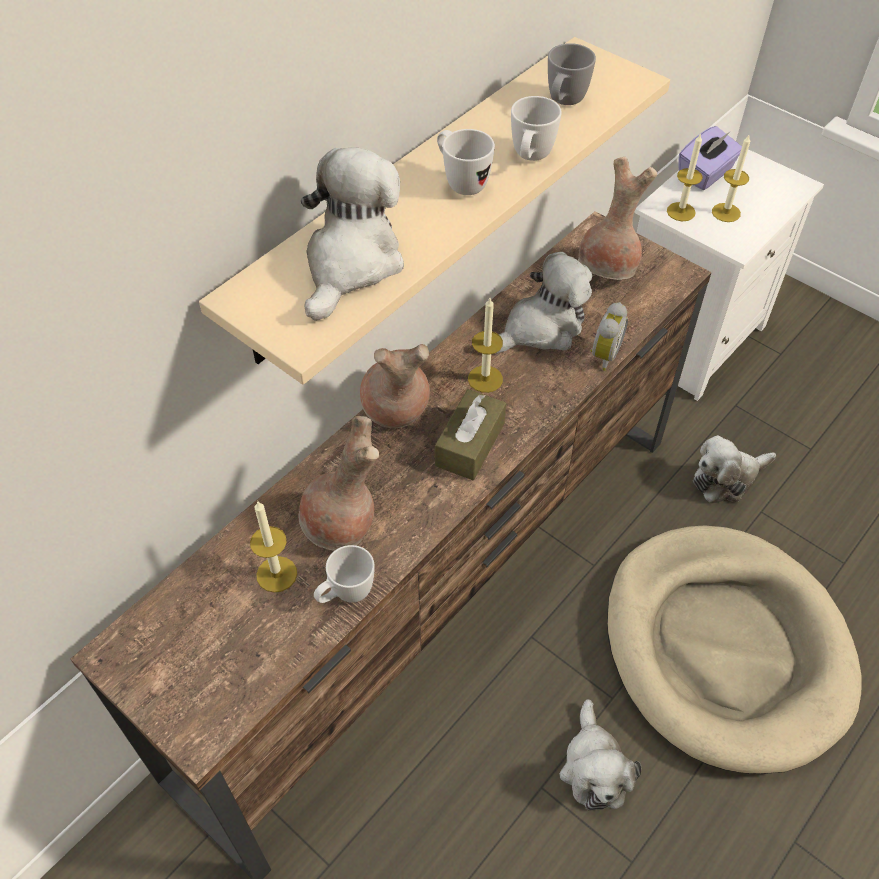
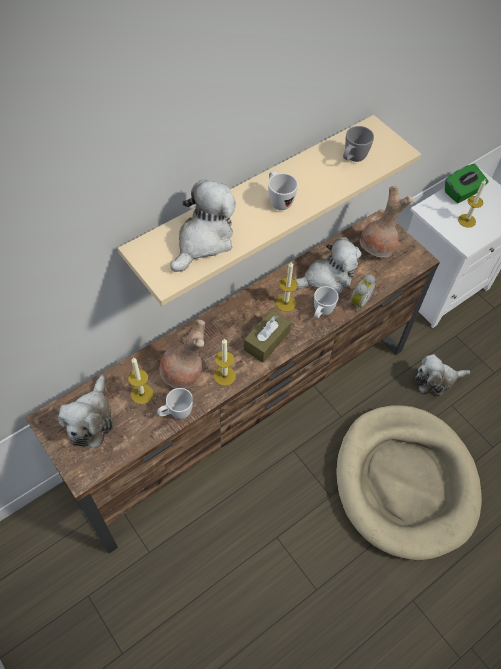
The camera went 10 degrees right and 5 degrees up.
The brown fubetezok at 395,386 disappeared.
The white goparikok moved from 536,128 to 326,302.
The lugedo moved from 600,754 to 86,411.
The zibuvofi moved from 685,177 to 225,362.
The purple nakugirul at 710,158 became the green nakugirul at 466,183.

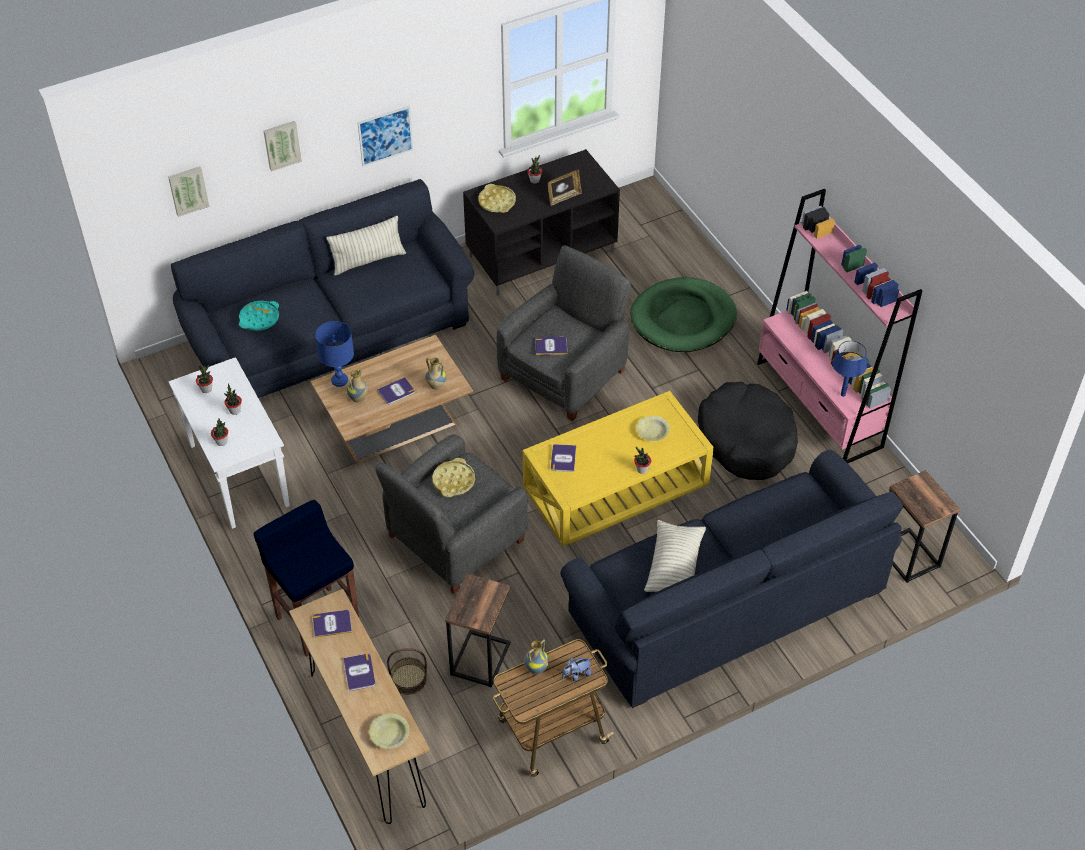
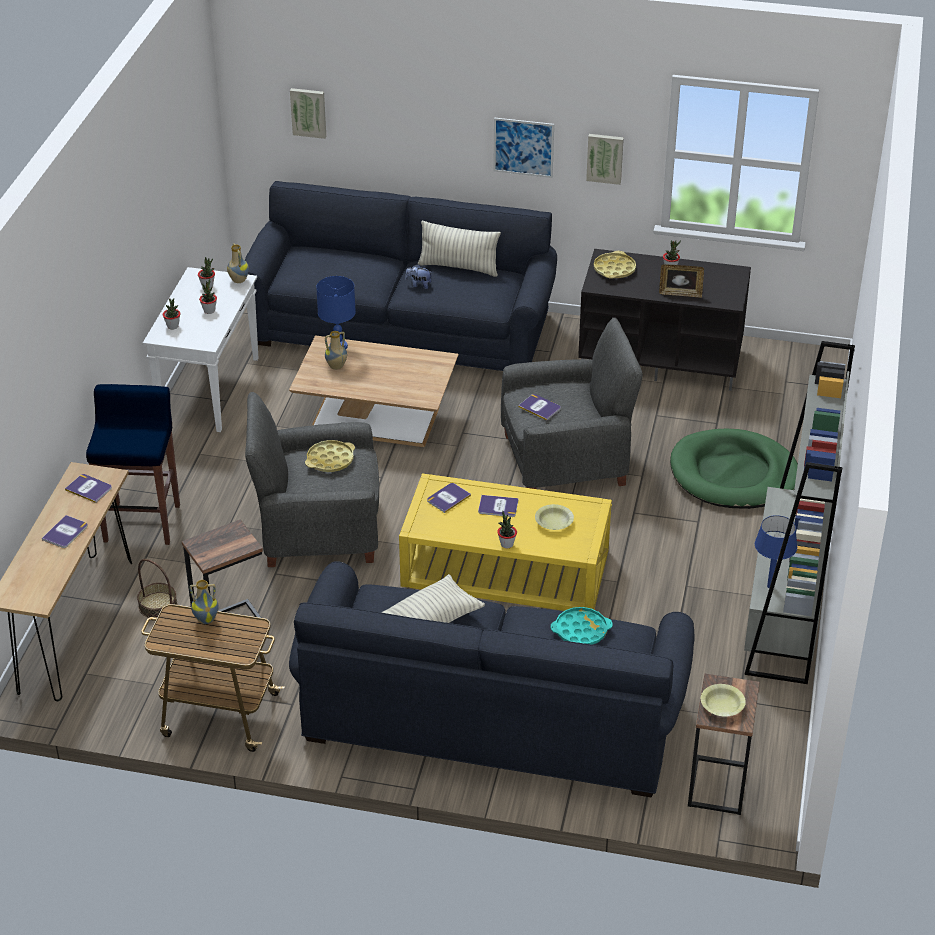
The camera went 40 degrees right and 10 degrees down.
The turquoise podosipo moved from 259,316 to 582,626.
The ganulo moved from 283,146 to 605,159.
The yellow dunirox moved from 389,731 to 723,700.
The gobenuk moved from 396,390 to 498,506.
The fubetezok moved from 435,373 to 238,263.
The lugedo moved from 577,669 to 419,276.
The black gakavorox at 748,431 disappeared.
The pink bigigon at 839,326 became the grey bigigon at 799,512.

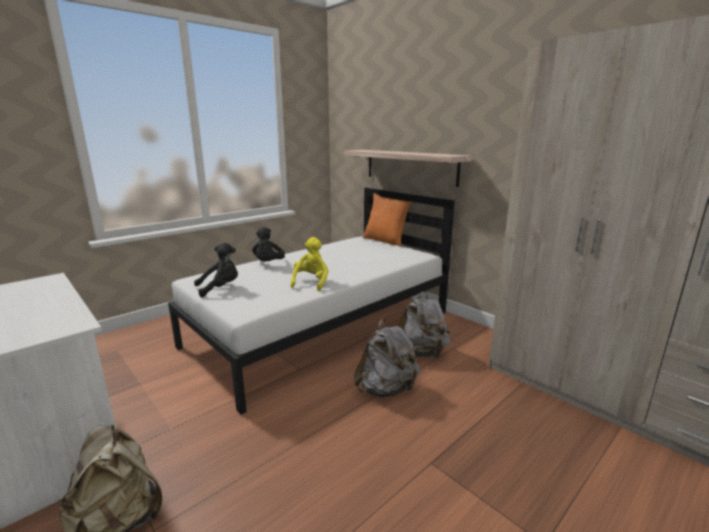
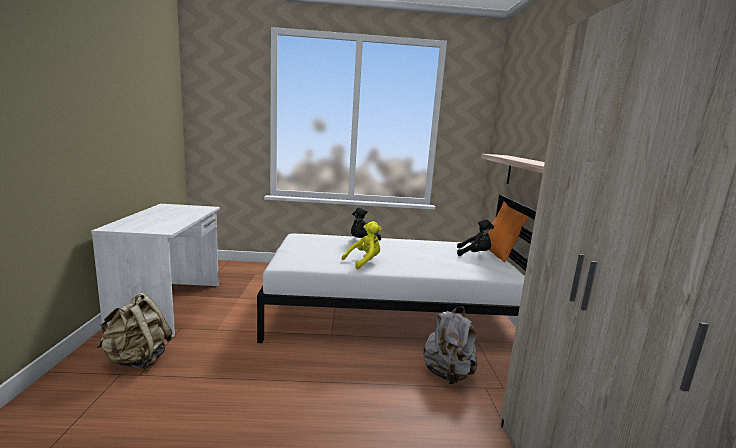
The camera went 40 degrees right and 5 degrees down.
The black lugedo moved from 216,270 to 475,238.
The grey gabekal at 387,358 disappeared.

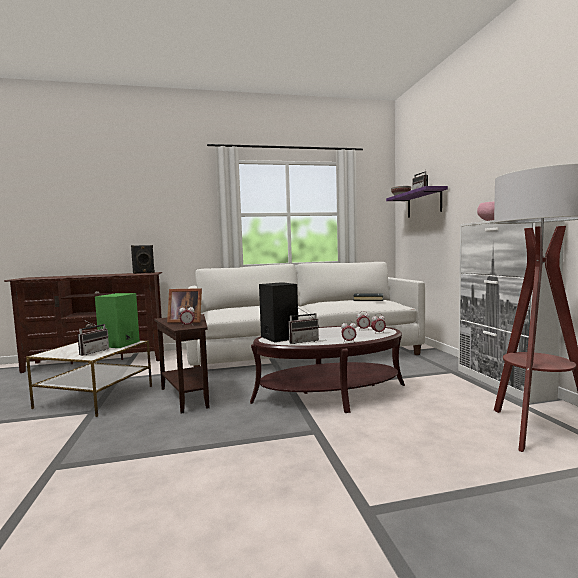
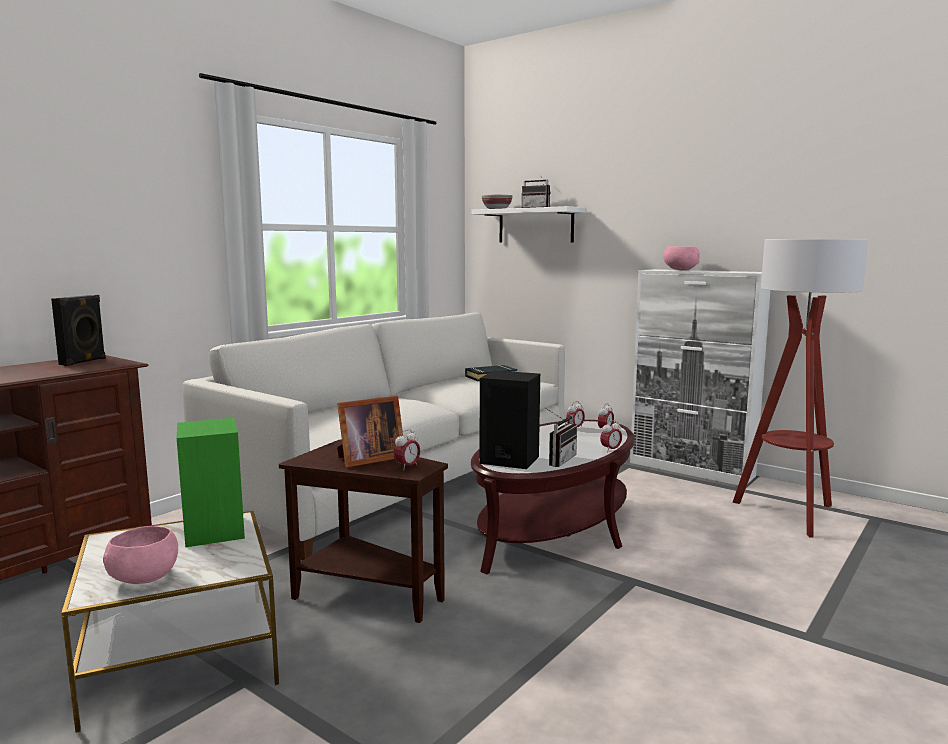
The camera went 40 degrees left and 5 degrees up.
The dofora at 93,337 disappeared.
The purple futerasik at 417,202 became the white futerasik at 528,224.
The pink dunirox at 140,555 appeared.

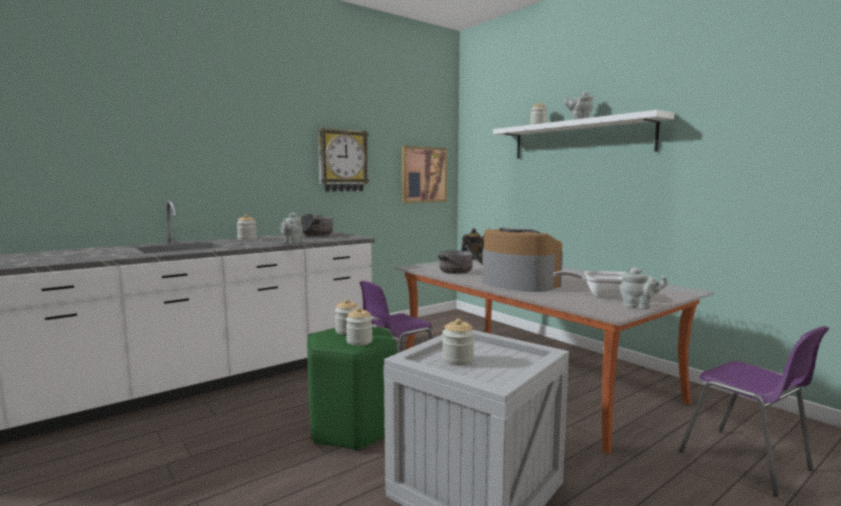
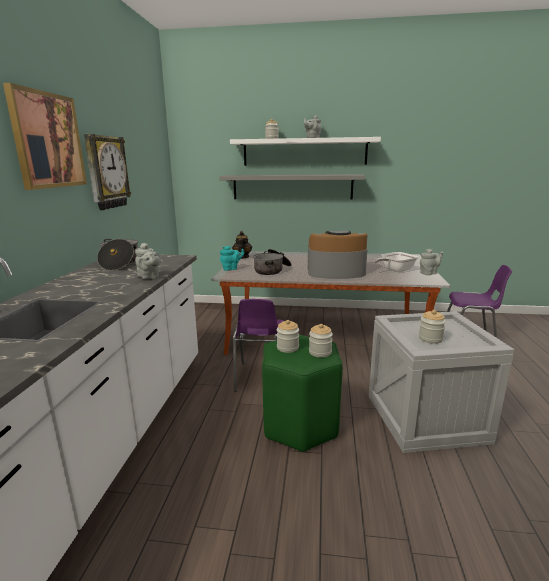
The camera went 45 degrees left and 10 degrees up.
The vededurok at 247,227 disappeared.
The ganulo moved from 424,174 to 45,136.
The grey futerasik at 292,186 appeared.
The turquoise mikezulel at 232,258 appeared.

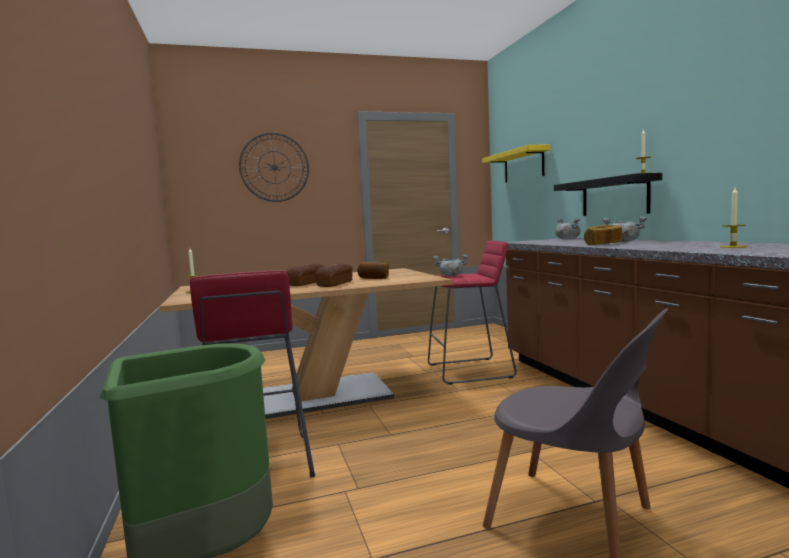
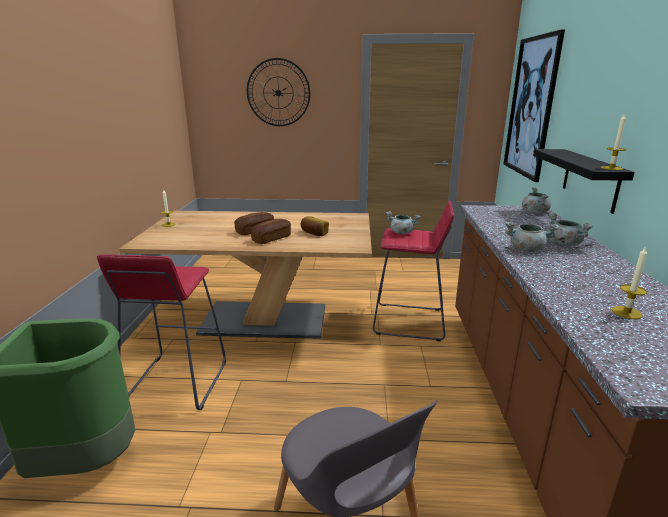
The camera went 20 degrees right and 15 degrees up.
The yellow futerasik at 516,163 was replaced by the ganulo at 534,105.
The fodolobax at 603,235 was replaced by the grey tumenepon at 532,236.

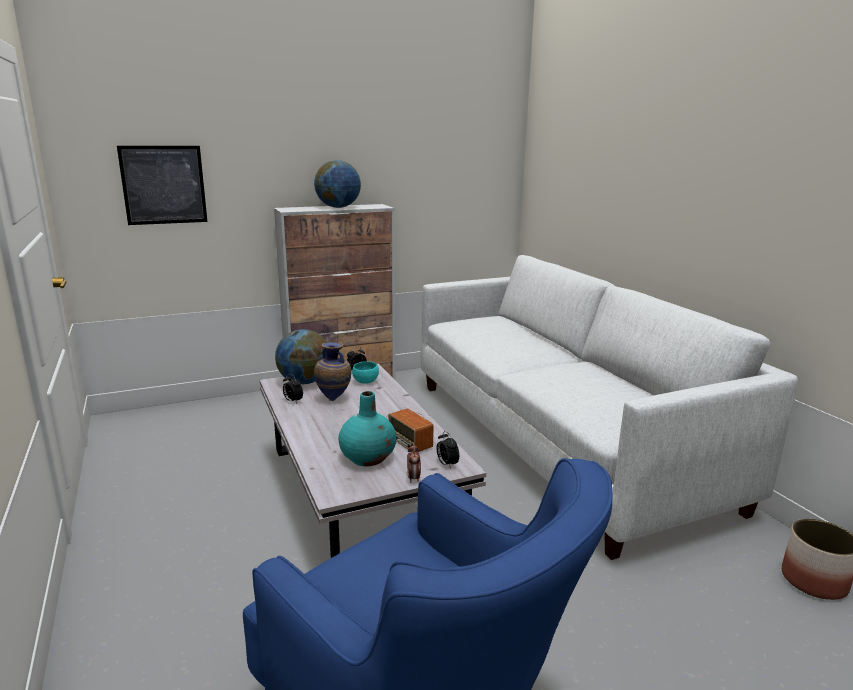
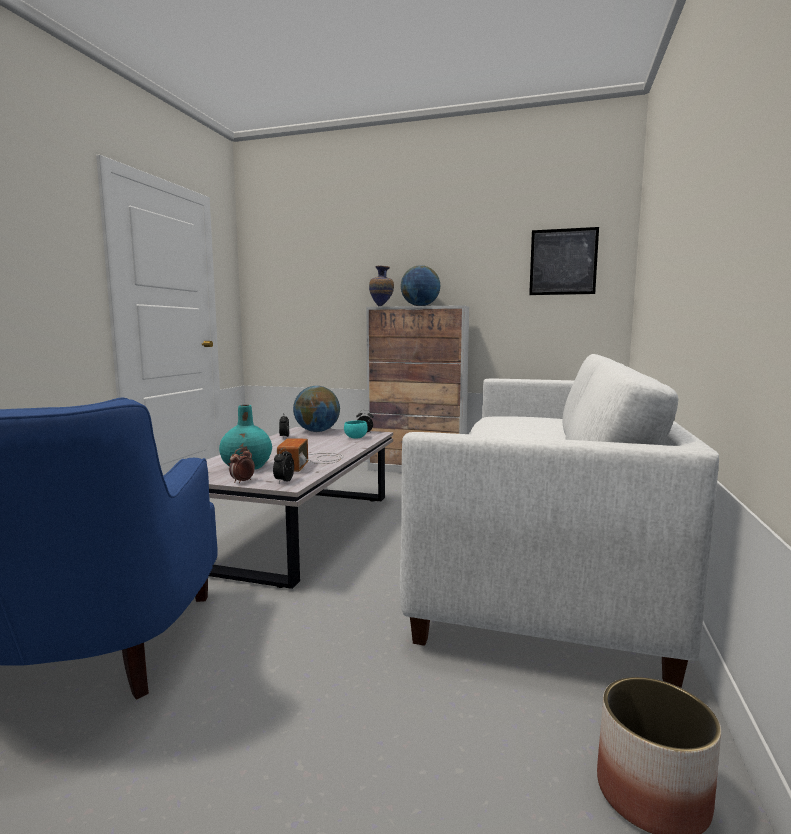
The camera went 40 degrees right and 10 degrees down.
The ganulo moved from 162,185 to 564,261.
The fubetezok moved from 332,371 to 381,286.

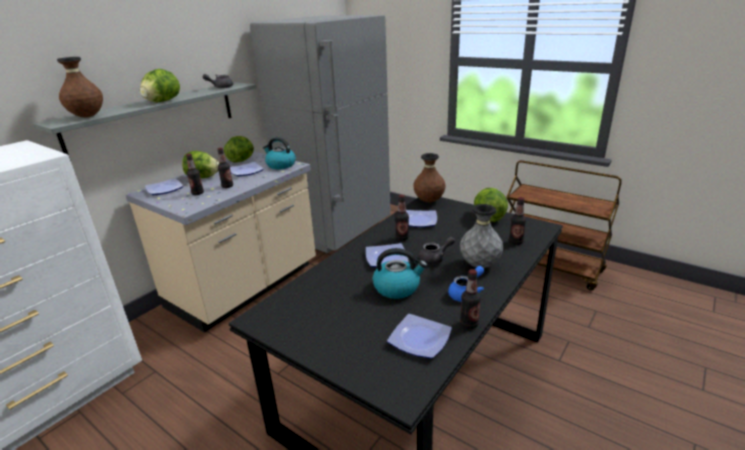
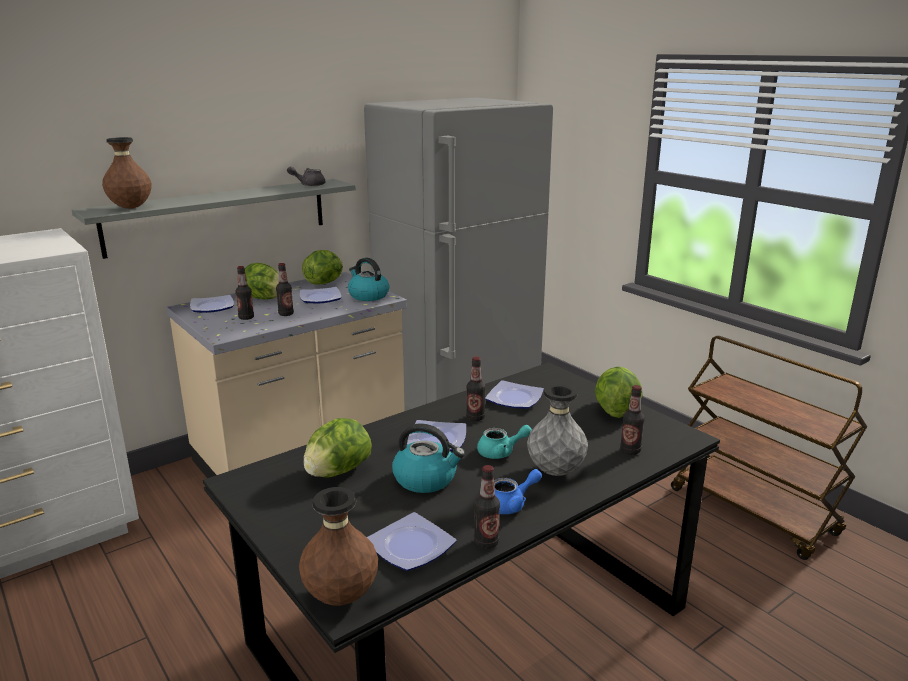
The camera went 15 degrees right and 5 degrees down.
The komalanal moved from 160,85 to 337,448.
The brown fubetezok moved from 429,178 to 338,546.
The grey mikezulel at 437,251 became the turquoise mikezulel at 504,442.

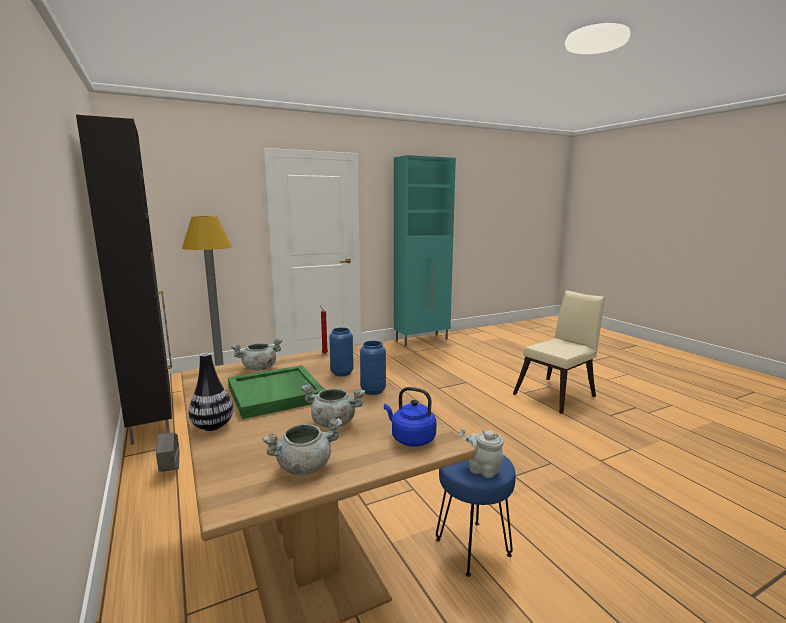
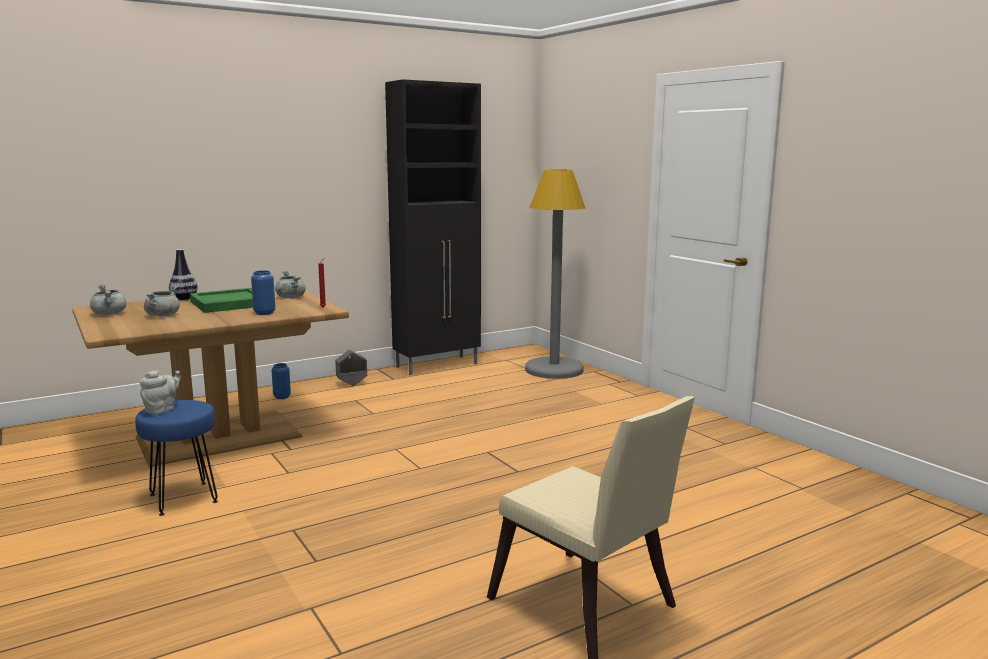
The camera went 85 degrees right and 0 degrees up.
The blue fubetezok moved from 373,368 to 281,381.
The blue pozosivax at 410,416 disappeared.
The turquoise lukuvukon at 425,251 disappeared.

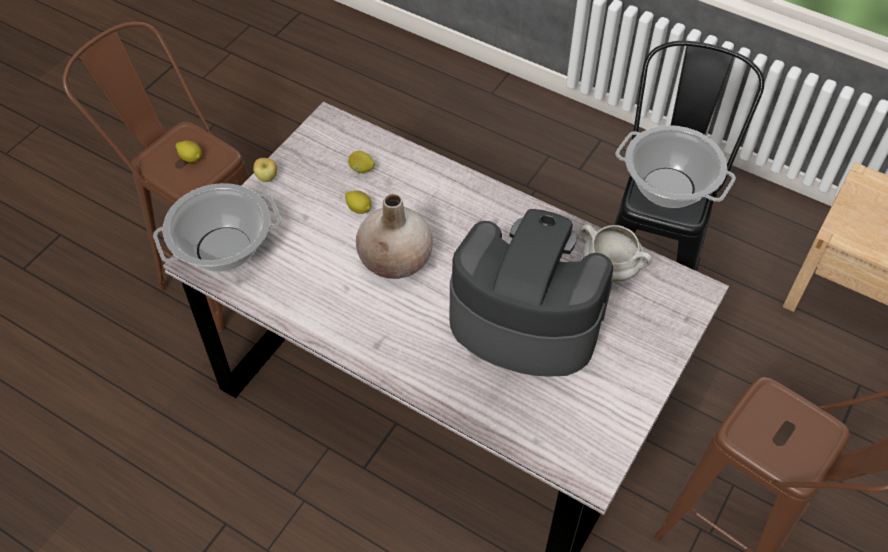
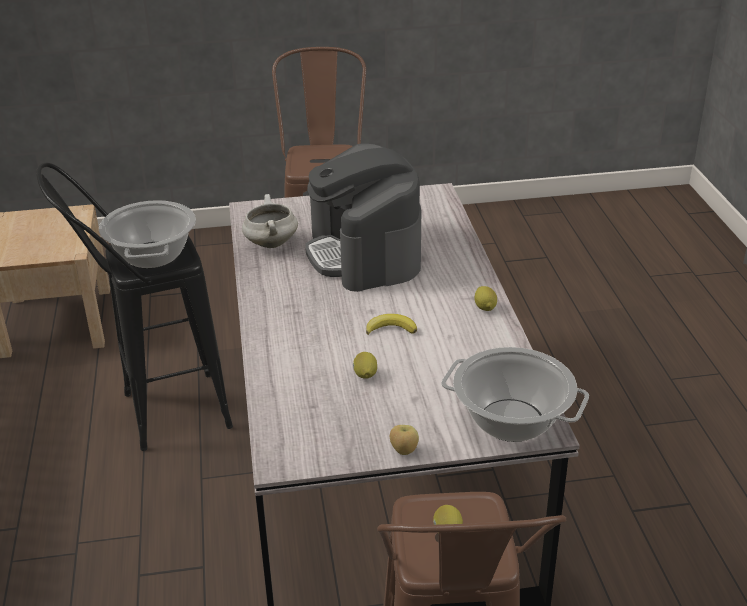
The camera went 130 degrees left and 20 degrees down.
The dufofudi moved from 361,162 to 485,298.
The beige fubetezok at 394,236 was replaced by the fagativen at 391,324.

